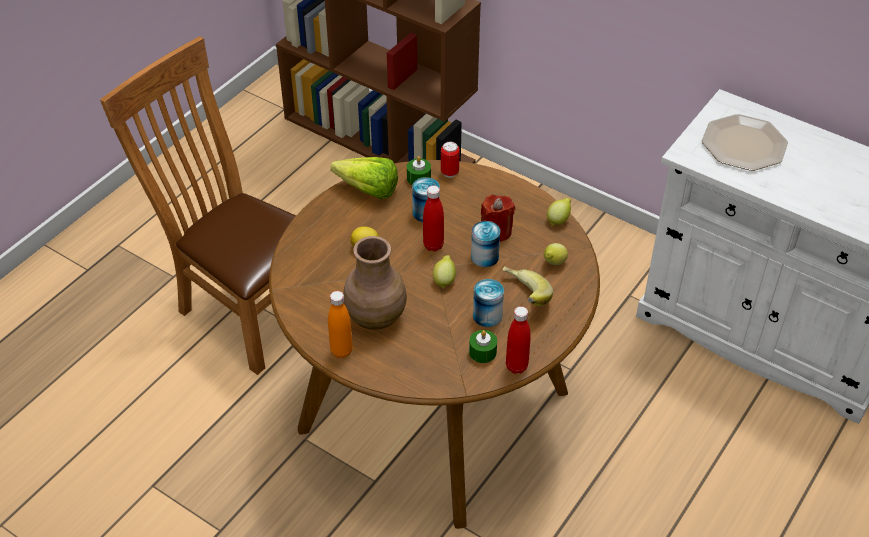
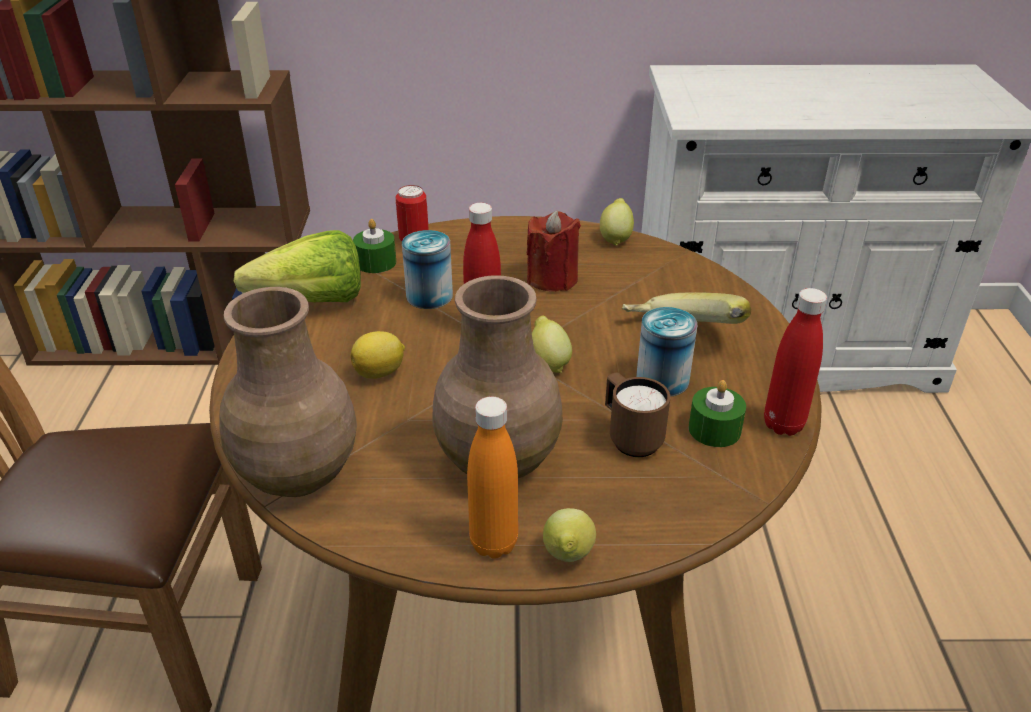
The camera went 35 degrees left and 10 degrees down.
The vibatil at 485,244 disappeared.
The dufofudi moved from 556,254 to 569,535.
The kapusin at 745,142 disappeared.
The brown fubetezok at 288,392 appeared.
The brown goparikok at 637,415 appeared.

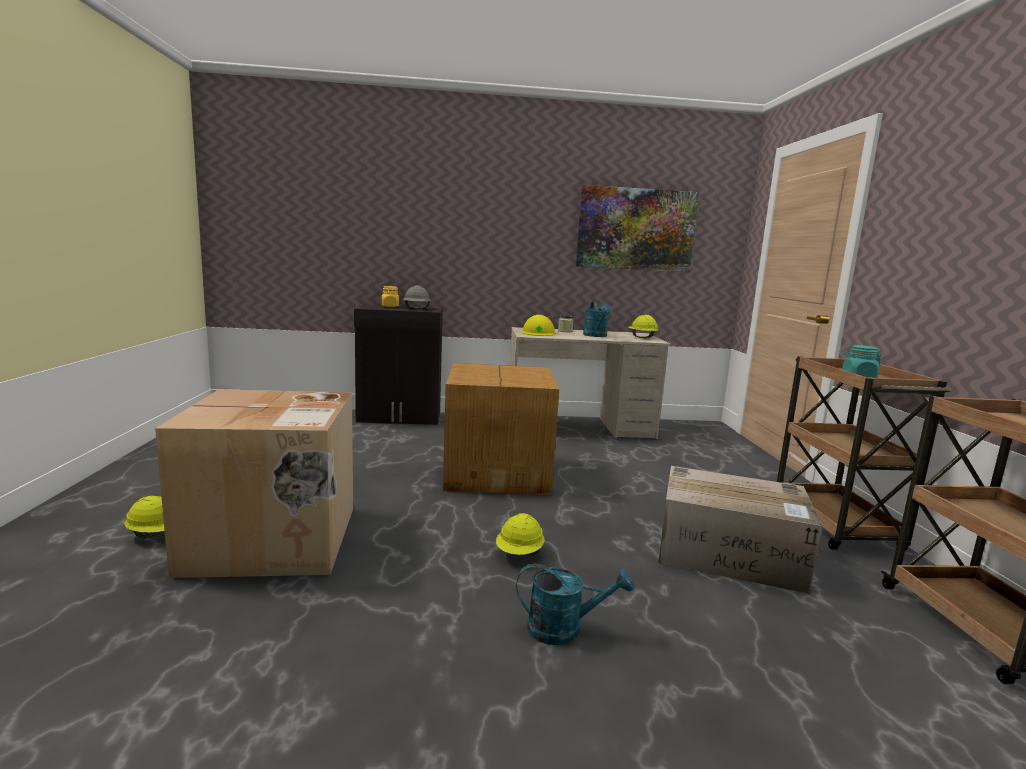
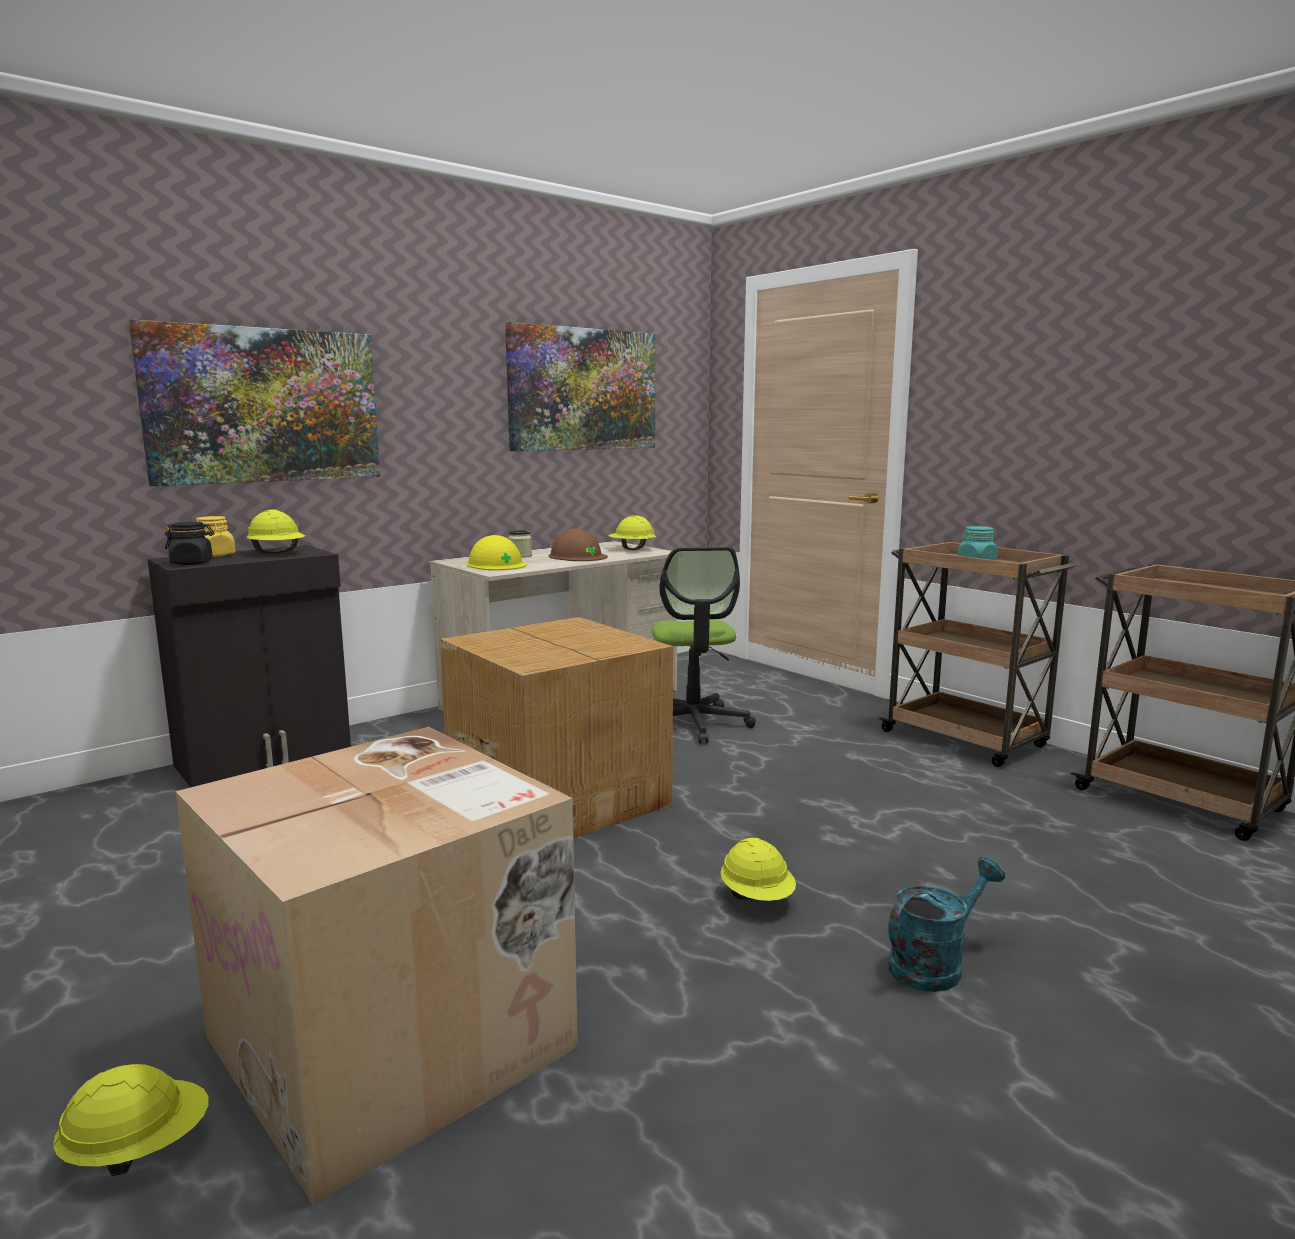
The camera went 35 degrees left and 0 degrees up.
The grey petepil at 417,297 became the yellow petepil at 275,531.
The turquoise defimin at 597,319 was replaced by the brown petepil at 578,545.
The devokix at 740,530 disappeared.
The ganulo at 254,402 appeared.
The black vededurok at 189,543 appeared.
The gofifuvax at 704,645 appeared.

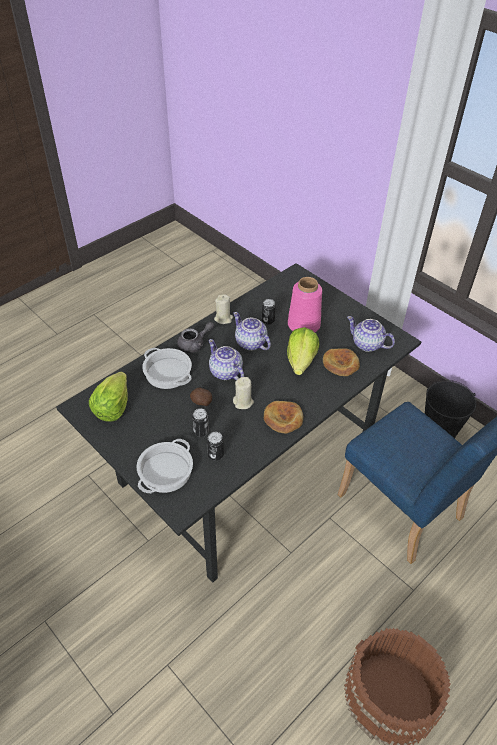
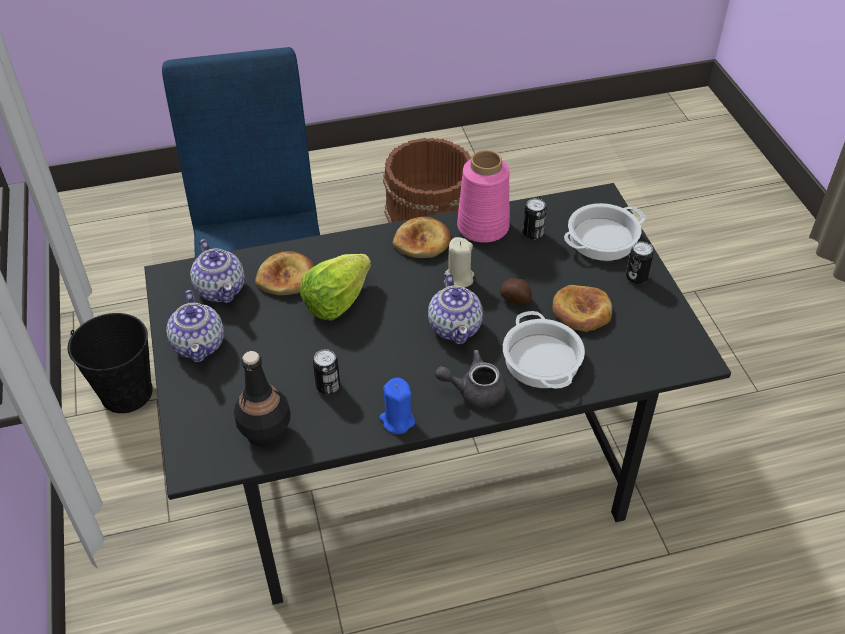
The camera went 150 degrees left and 0 degrees up.
The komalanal at 108,397 disappeared.
The vibatil moved from 200,422 to 640,263.
The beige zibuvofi at 223,309 became the blue zibuvofi at 397,406.
The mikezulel moved from 252,331 to 195,326.
The pink fubetezok moved from 305,304 to 483,196.
The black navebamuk at 262,399 appeared.
The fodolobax at 582,308 appeared.

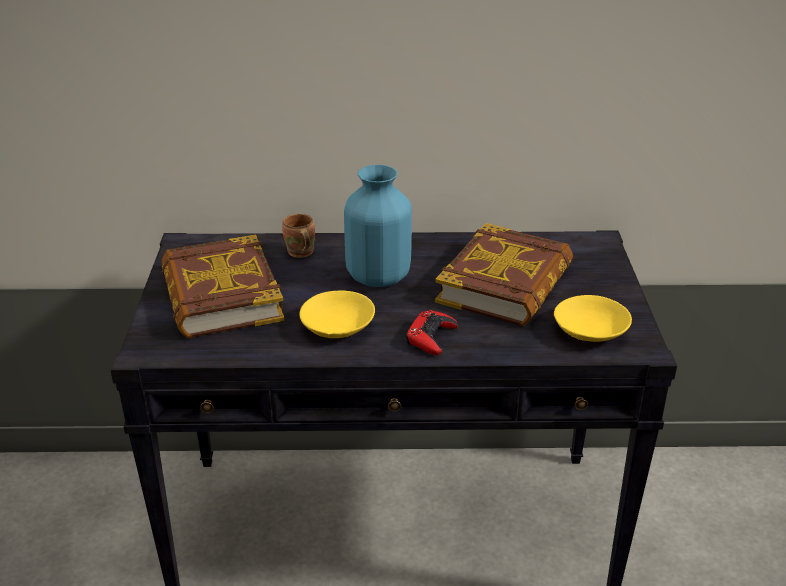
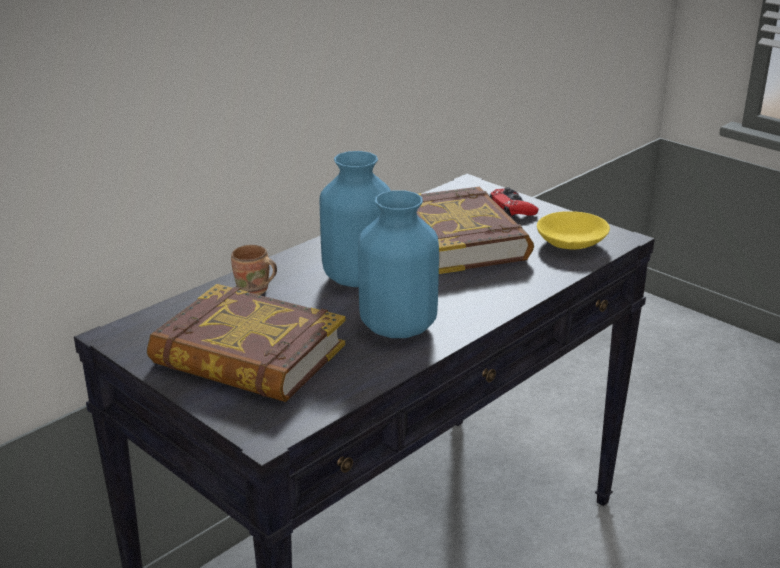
The camera went 45 degrees left and 5 degrees down.
The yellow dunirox at 337,314 was replaced by the blue fubetezok at 398,264.
The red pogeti moved from 432,332 to 514,201.

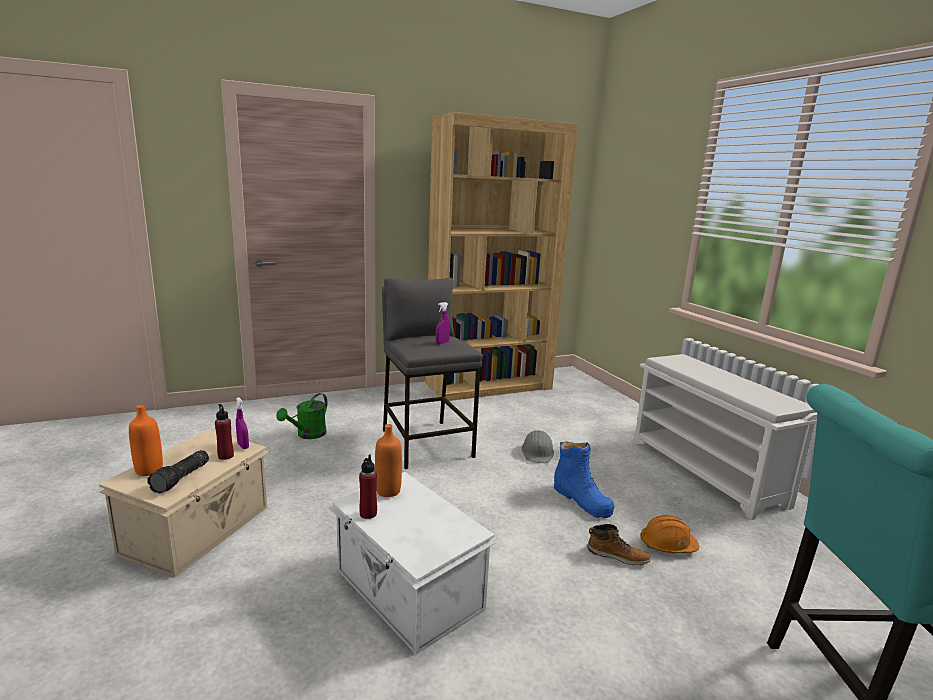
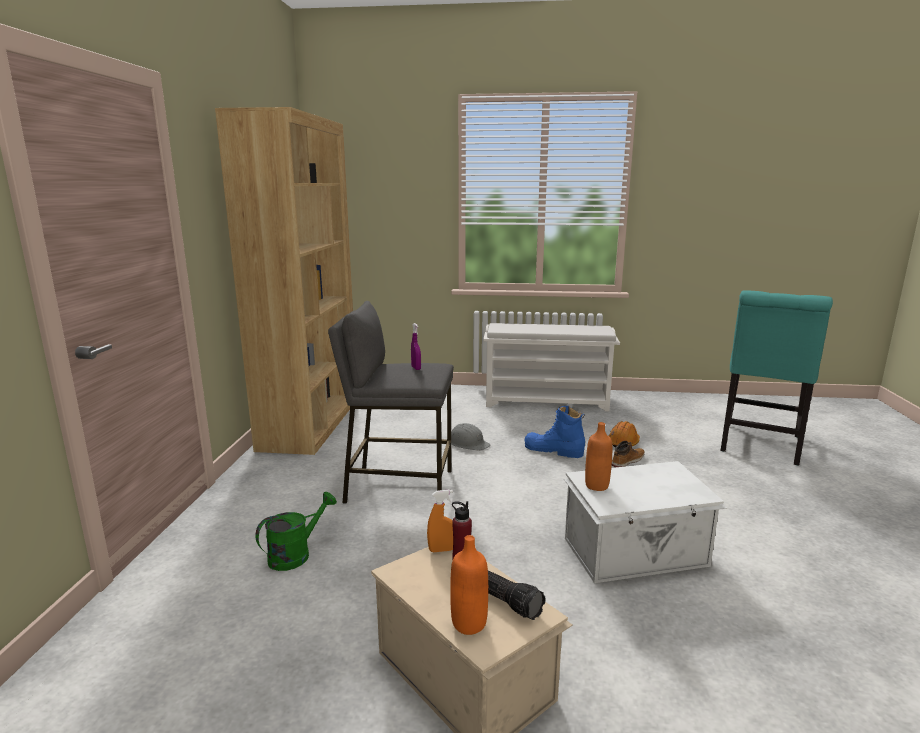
The camera went 60 degrees left and 0 degrees up.
The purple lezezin at 242,423 became the orange lezezin at 440,521.
The green defimin at 302,416 turned 105 degrees counterclockwise.
The red navebamuk at 368,486 disappeared.
The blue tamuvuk at 584,480 turned 150 degrees counterclockwise.

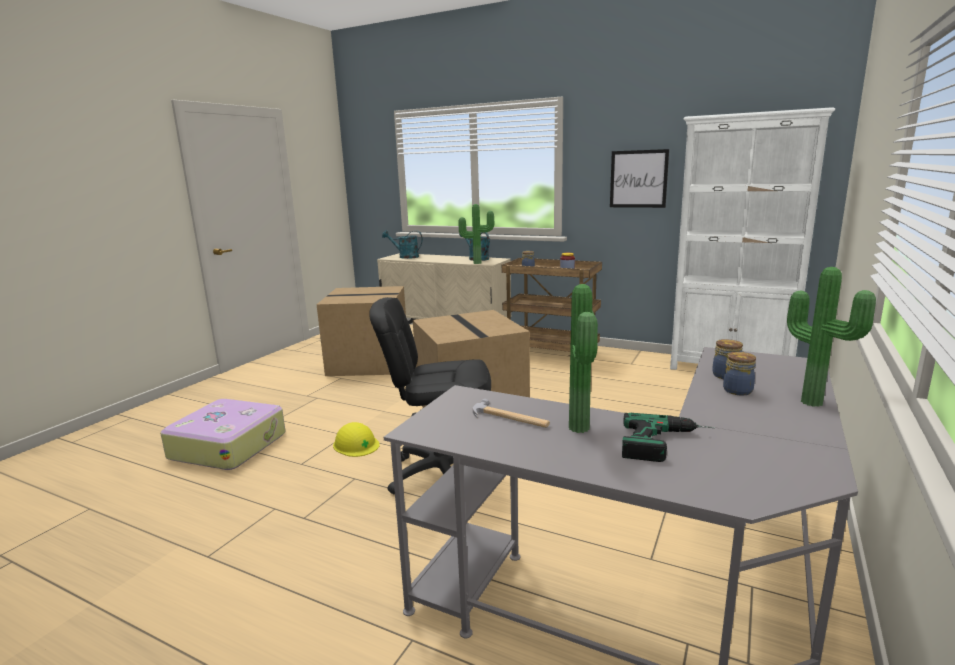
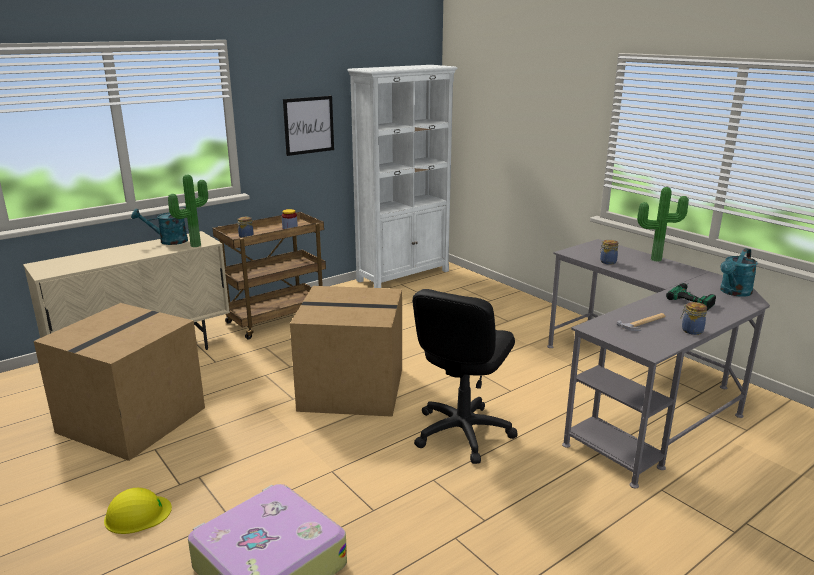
The camera went 65 degrees left and 5 degrees up.
The yellow petepil moved from 356,439 to 138,511.
The turquoise defimin moved from 402,244 to 739,272.
The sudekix at 583,358 disappeared.
The vededurok moved from 739,373 to 693,318.

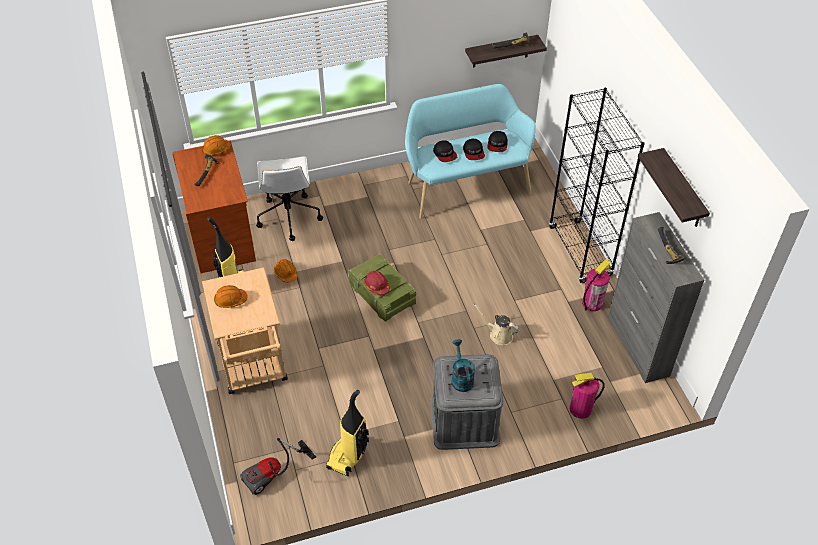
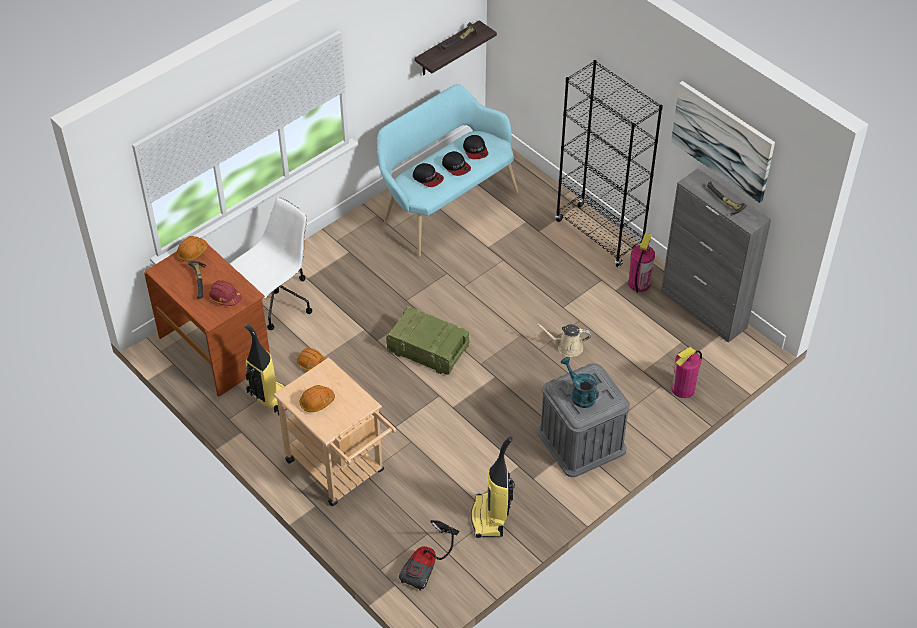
The camera went 25 degrees left and 0 degrees up.
The white gofifuvax at 289,198 turned 105 degrees counterclockwise.
The red petepil moved from 377,283 to 225,293.
The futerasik at 674,187 was replaced by the ganulo at 723,142.

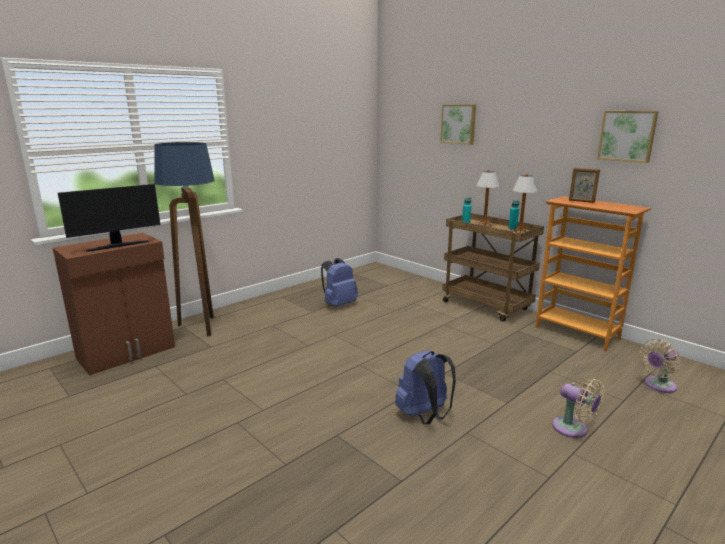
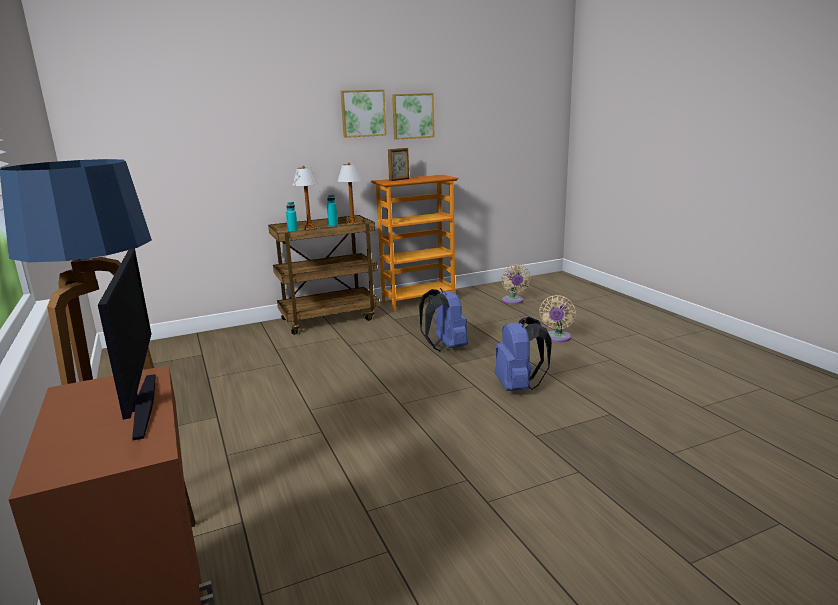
The camera went 70 degrees left and 0 degrees up.
The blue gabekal moved from 339,282 to 443,319.
The ganulo moved from 458,125 to 363,114.
The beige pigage at 578,408 turned 135 degrees clockwise.

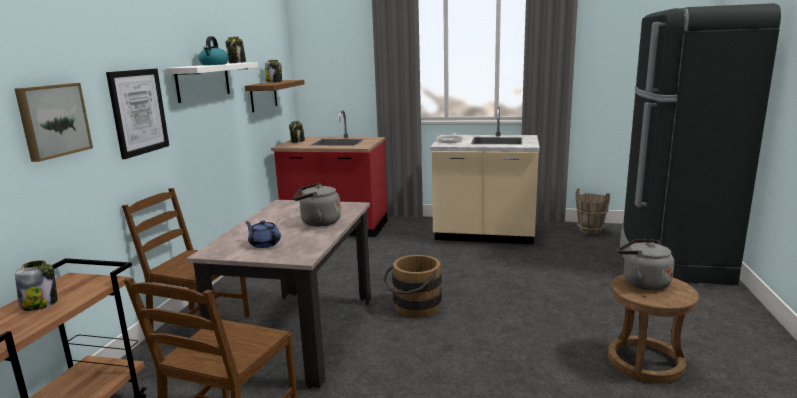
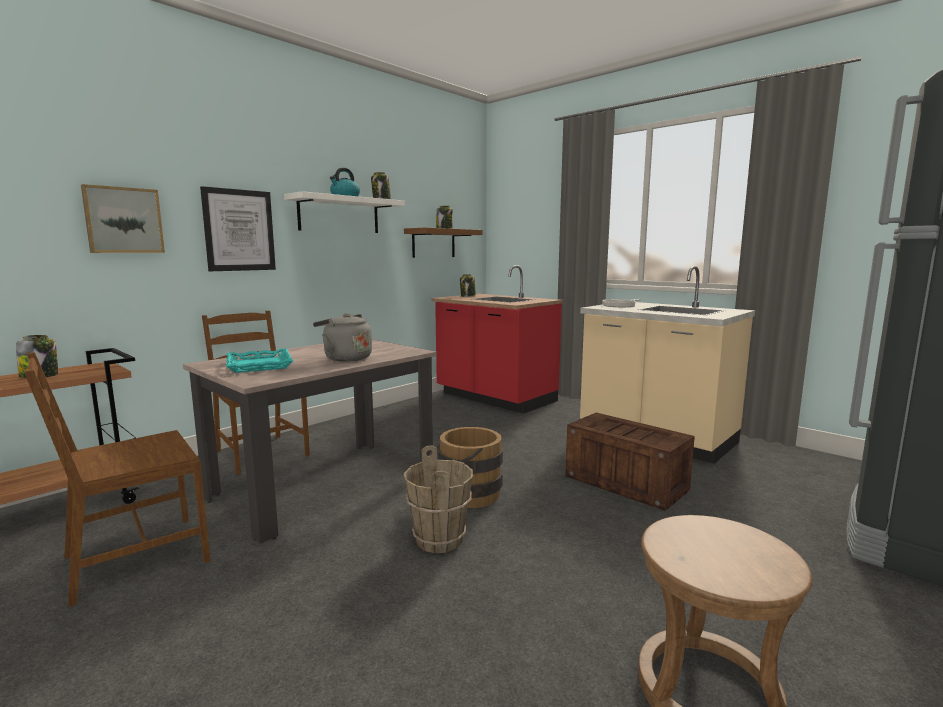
The camera went 30 degrees right and 5 degrees down.
The blue mikezulel at 263,234 was replaced by the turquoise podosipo at 260,360.
The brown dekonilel moved from 593,211 to 438,499.
The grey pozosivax at 645,264 disappeared.
The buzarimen at 630,462 appeared.

